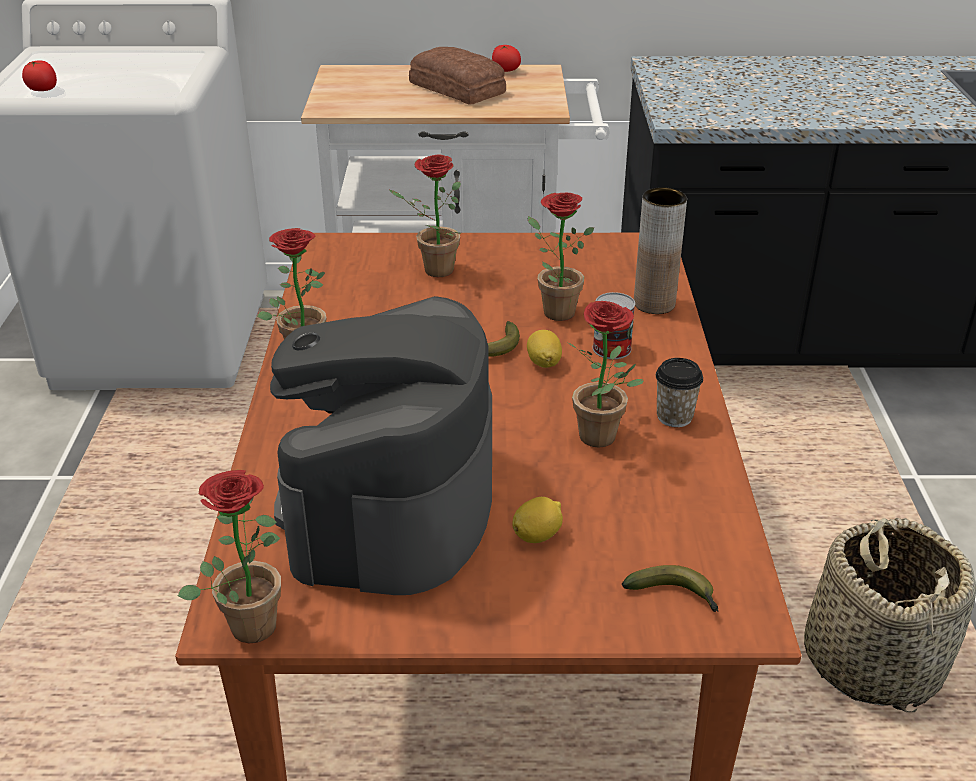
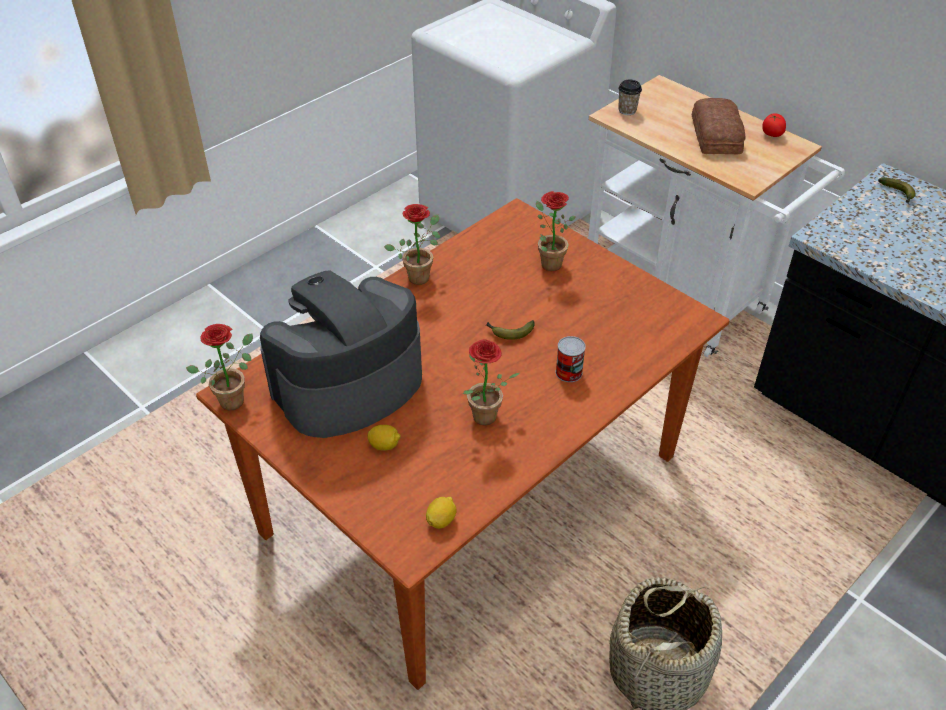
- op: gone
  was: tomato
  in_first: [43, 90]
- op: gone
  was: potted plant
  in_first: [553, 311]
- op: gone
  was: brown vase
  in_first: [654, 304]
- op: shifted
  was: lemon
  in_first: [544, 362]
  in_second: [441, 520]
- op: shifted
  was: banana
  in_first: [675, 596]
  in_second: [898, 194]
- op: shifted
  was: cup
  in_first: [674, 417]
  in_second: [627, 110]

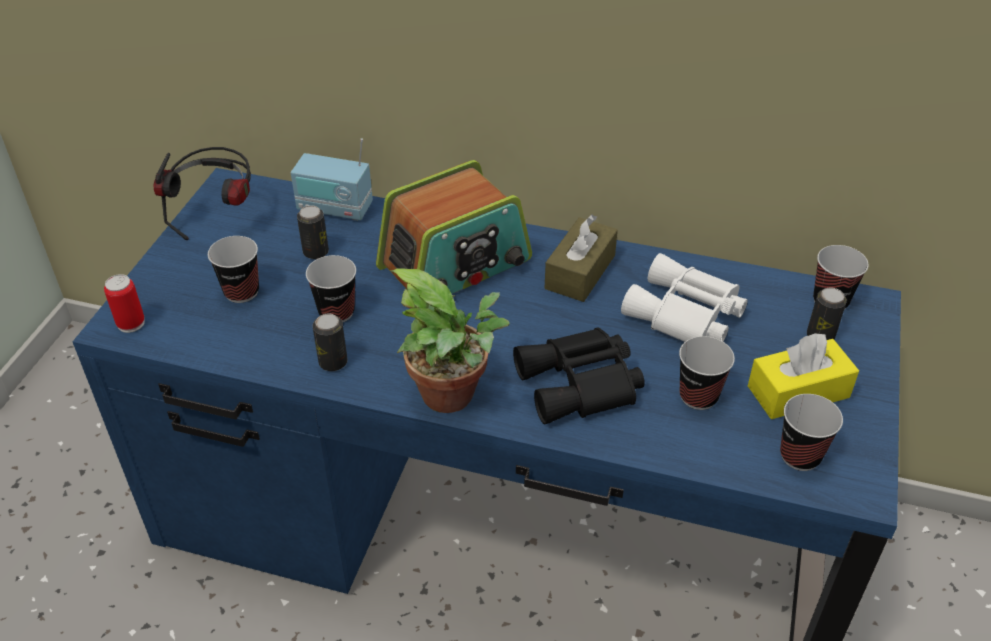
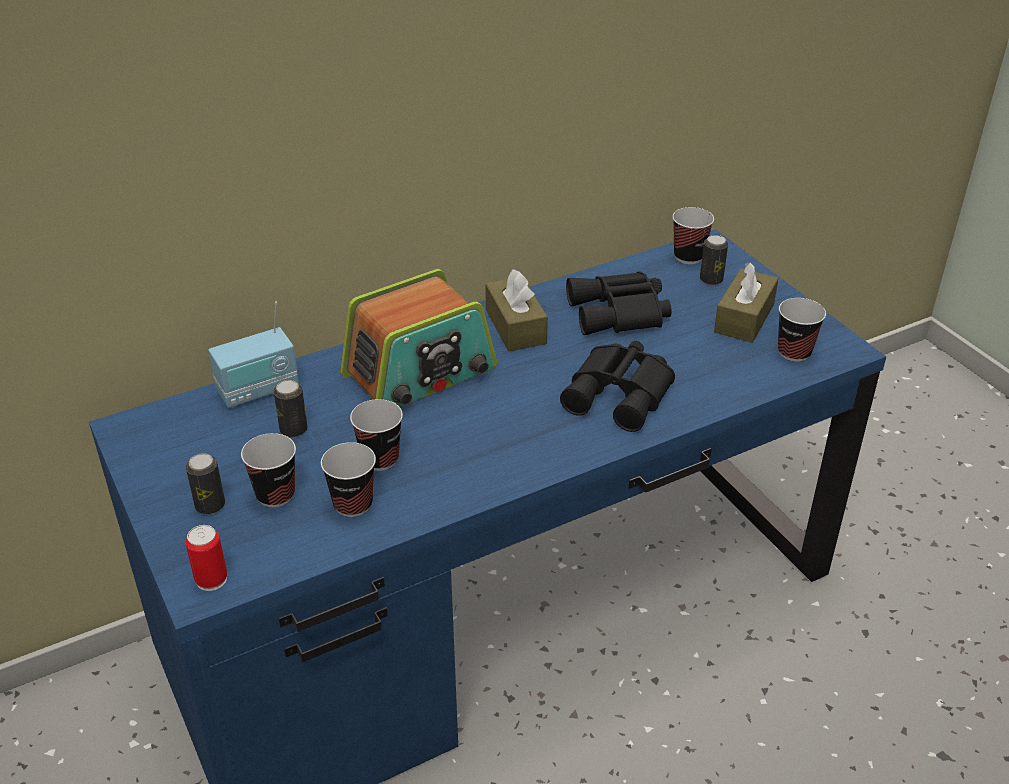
- op: gone
  was: headphones
  in_first: [217, 217]
- op: gone
  was: potted plant
  in_first: [454, 397]
- op: shifted
  was: can
  in_first: [333, 362]
  in_second: [210, 505]
- op: shifted
  was: cup
  in_first: [698, 396]
  in_second: [353, 504]
- op: repainted
  was: white binoculars
  now: black binoculars
  in_first: [685, 315]
  in_second: [620, 314]
- op: repainted
  was: yellow tissue box
  now: brown tissue box
  in_first: [798, 392]
  in_second: [744, 318]
- op: rotated
  was: radio
  in_first: [455, 264]
  in_second: [420, 373]
  clockwise: 45

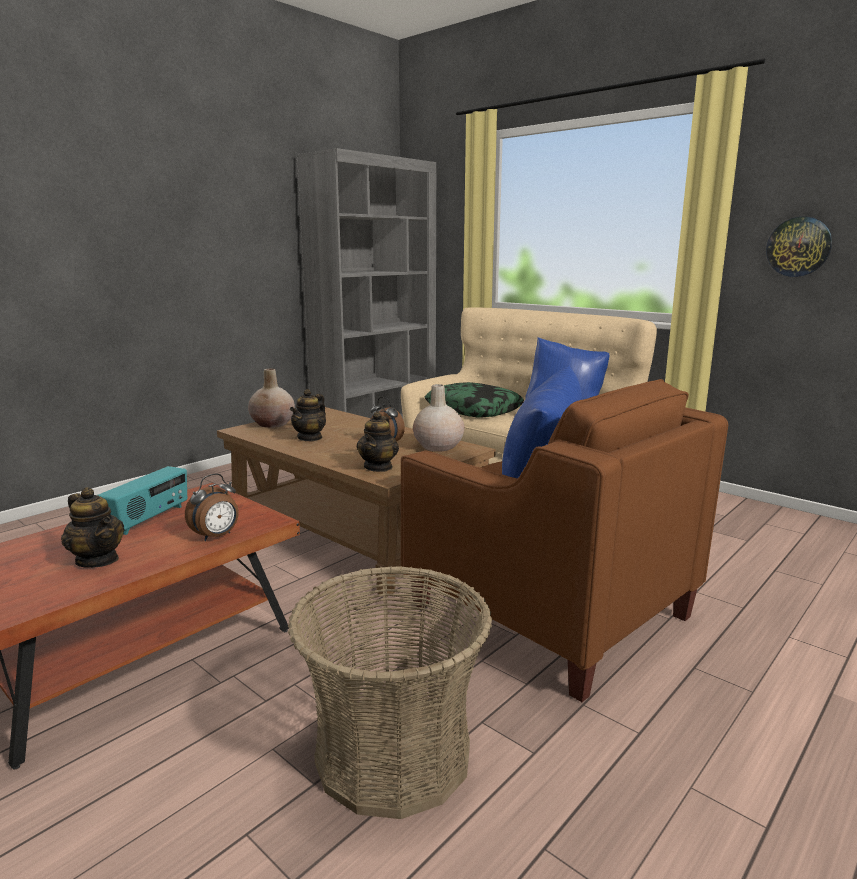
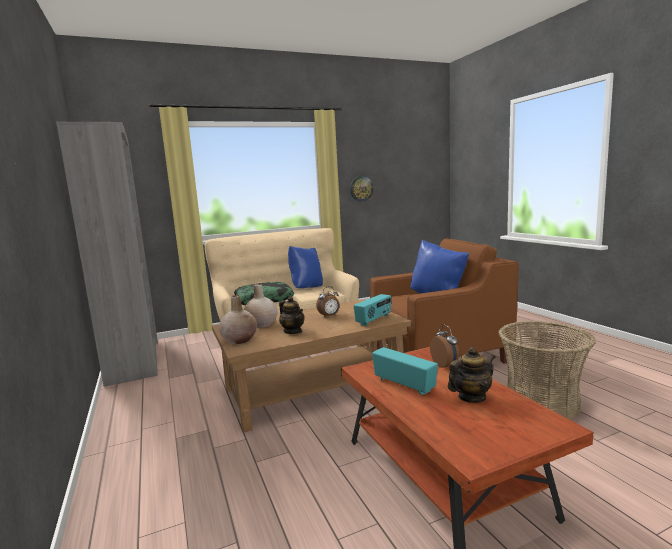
- op: shifted
  was: beige vase
  in_first: [438, 447]
  in_second: [261, 324]
- op: swapped
  was: teapot
  now: radio
  in_first: [378, 467]
  in_second: [374, 320]

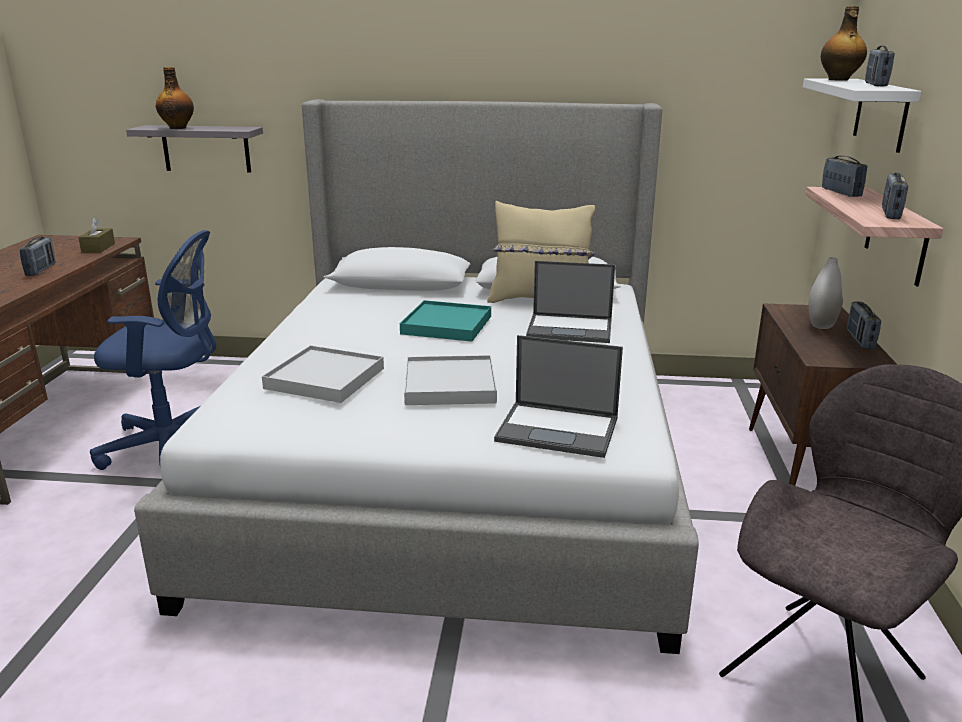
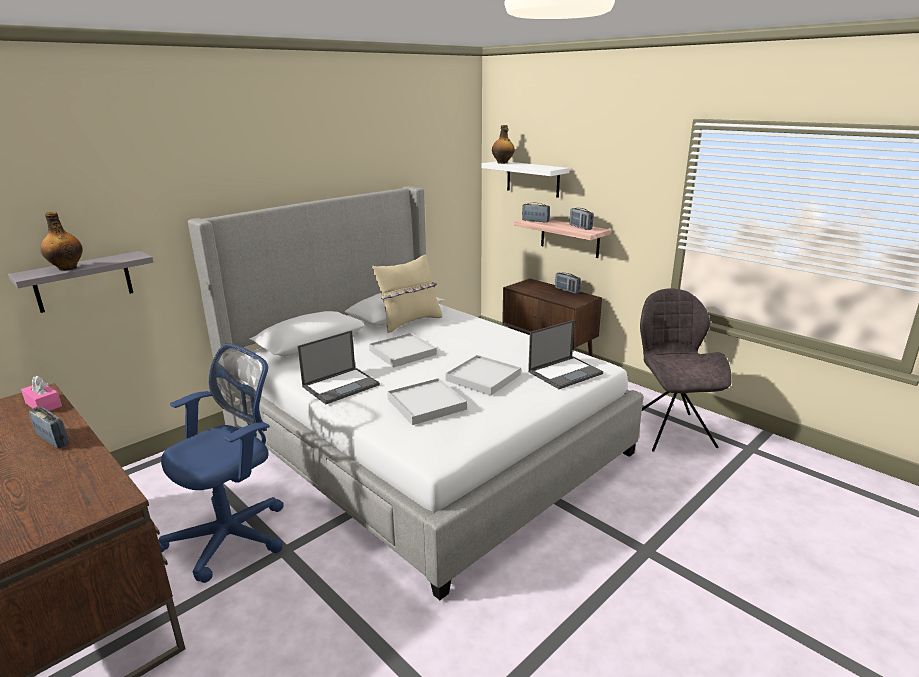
- op: gone
  was: white vase
  in_first: [821, 324]
- op: gone
  was: radio
  in_first: [875, 85]
- op: shifted
  was: laptop
  in_first: [571, 329]
  in_second: [341, 385]
- op: repainted
  was: brown tissue box
  now: pink tissue box
  in_first: [98, 248]
  in_second: [43, 404]
- op: repainted
  was: turquoise tray
  now: white tray
  in_first: [446, 325]
  in_second: [402, 352]

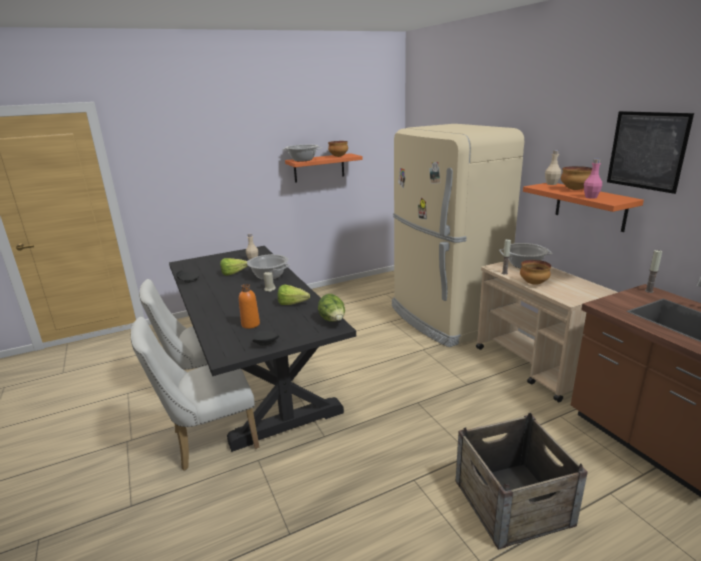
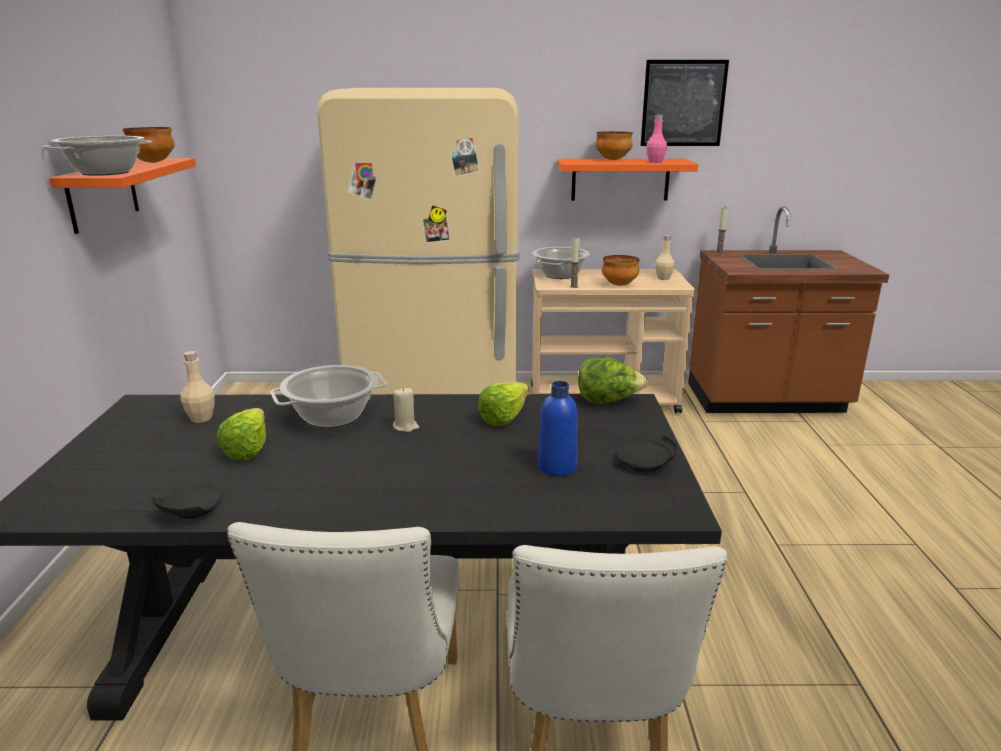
- op: gone
  was: crate
  in_first: [513, 502]
- op: shifted
  was: beige bottle
  in_first: [551, 184]
  in_second: [663, 278]
- op: repainted
  was: orange bottle
  now: blue bottle
  in_first: [250, 324]
  in_second: [557, 467]

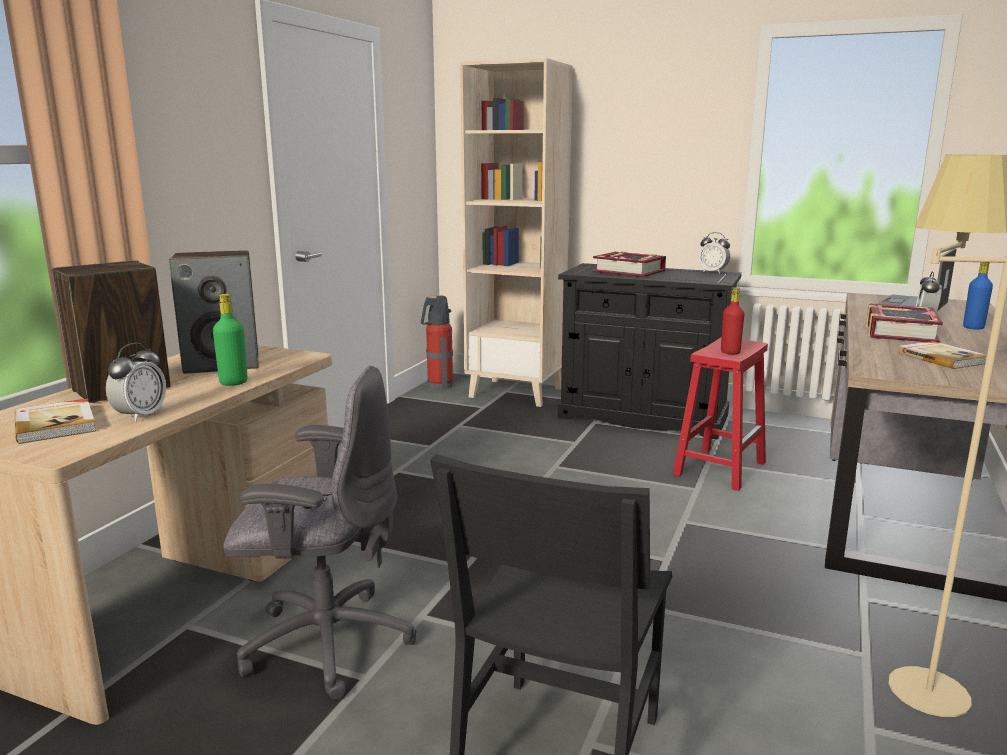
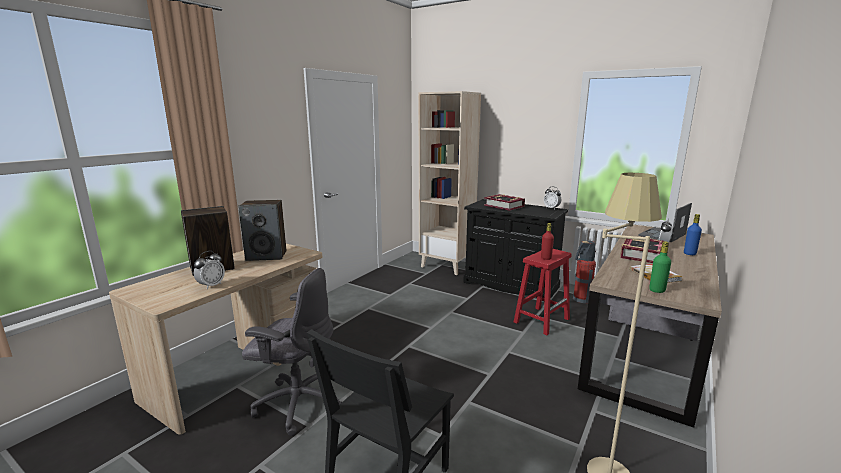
- op: gone
  was: book
  in_first: [57, 424]
- op: shifted
  was: green bottle
  in_first: [233, 383]
  in_second: [657, 290]
- op: shifted
  was: fire extinguisher
  in_first: [438, 386]
  in_second: [581, 299]

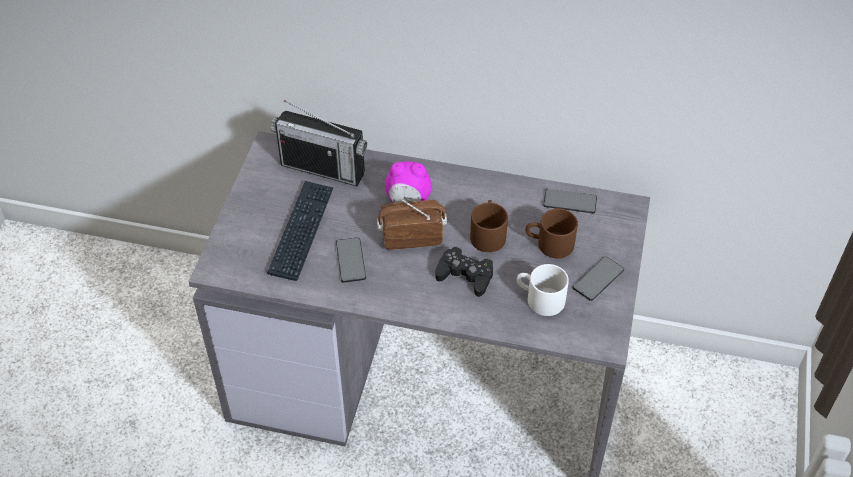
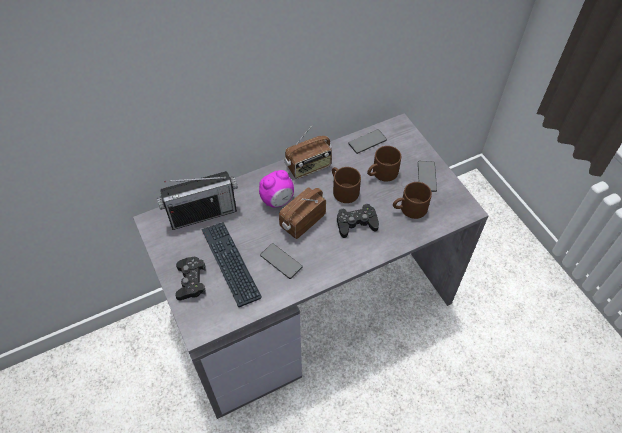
- op: new
  now: black game controller
  in_second: [191, 281]
- op: new
  now: radio
  in_second: [309, 167]
- op: repainted
  was: white mug
  now: brown mug
  in_first: [539, 299]
  in_second: [409, 209]

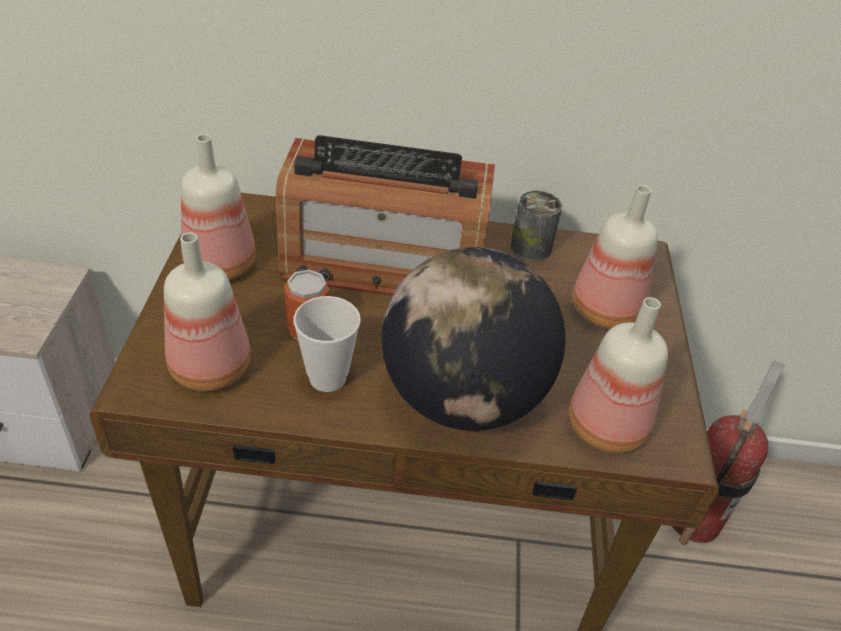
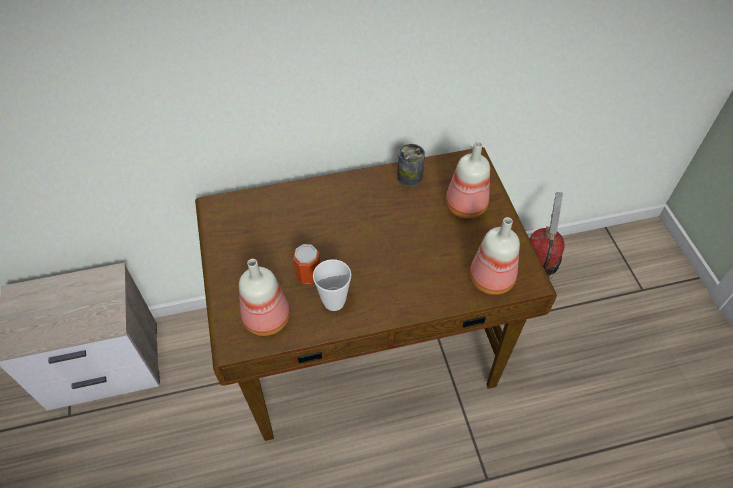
- op: gone
  was: bottle
  in_first: [223, 264]
- op: gone
  was: radio
  in_first: [382, 263]
- op: gone
  was: globe
  in_first: [462, 397]

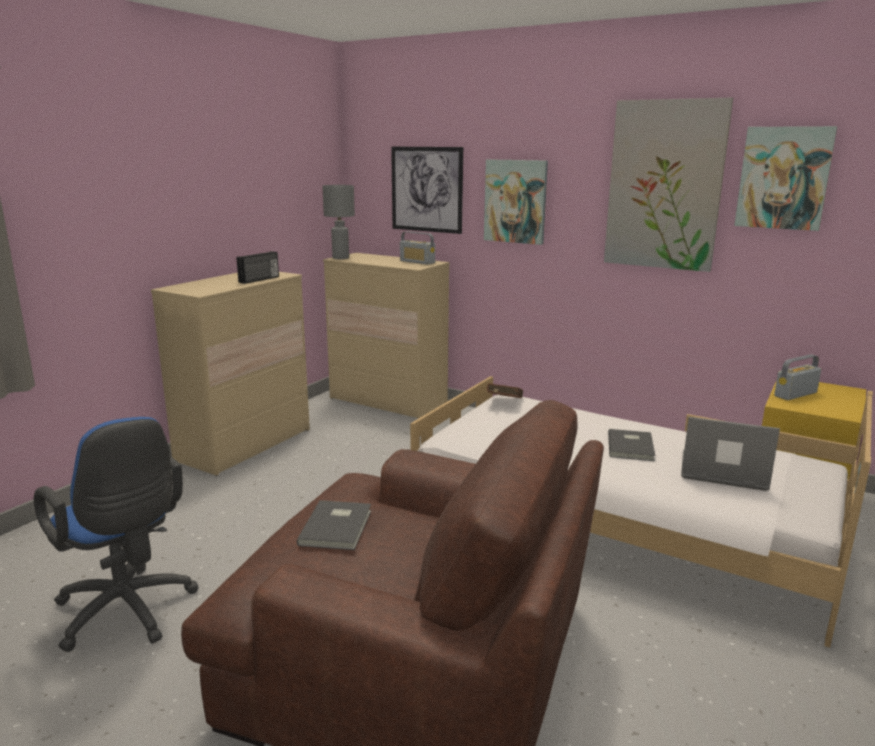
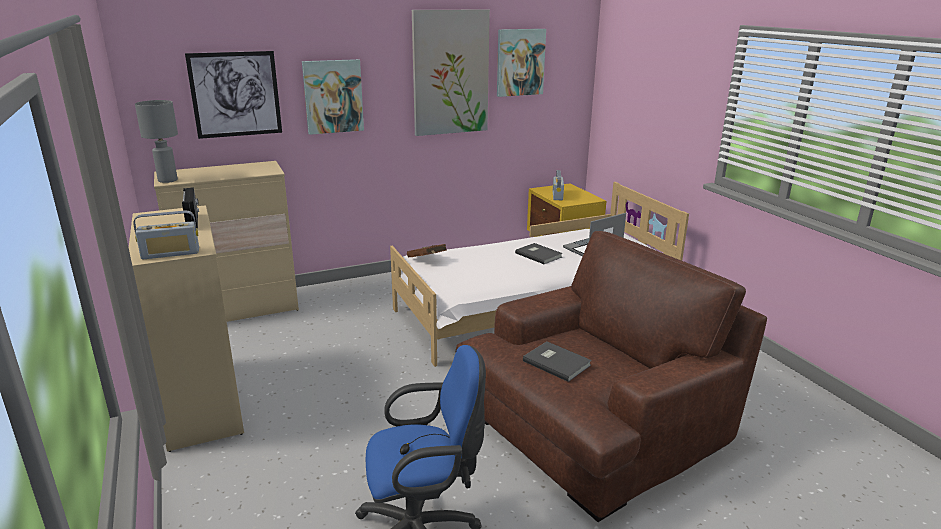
- op: shifted
  was: radio
  in_first: [417, 262]
  in_second: [171, 253]

